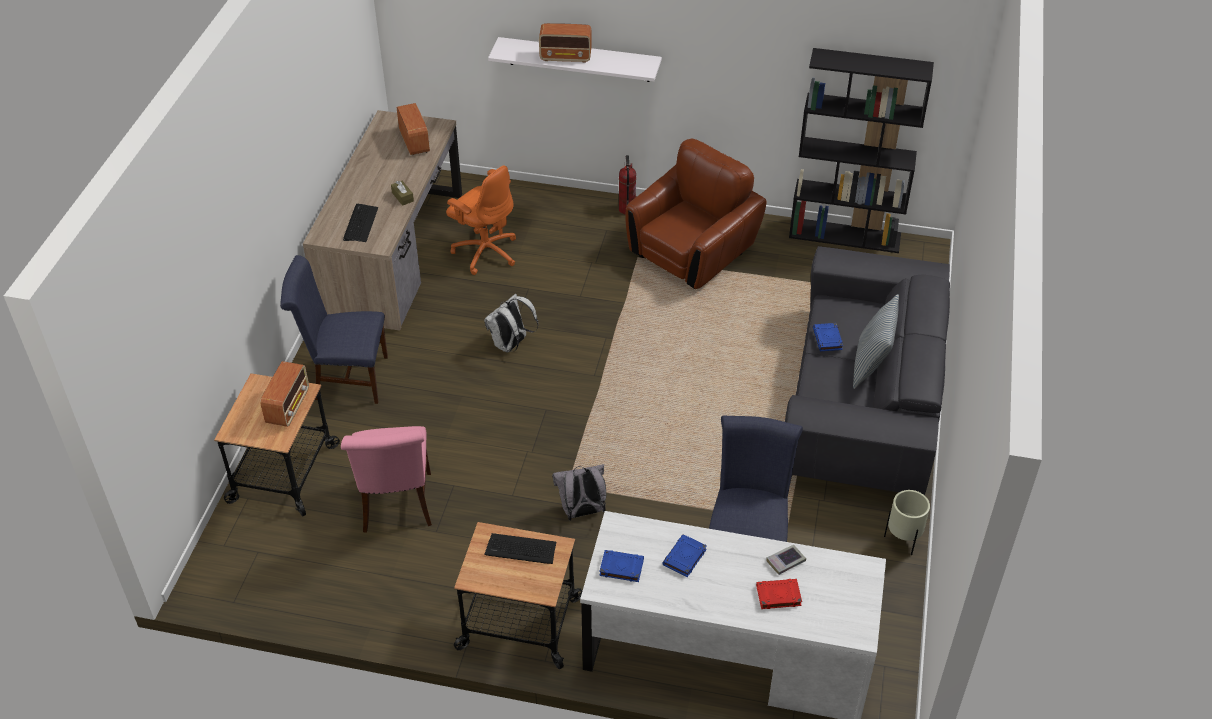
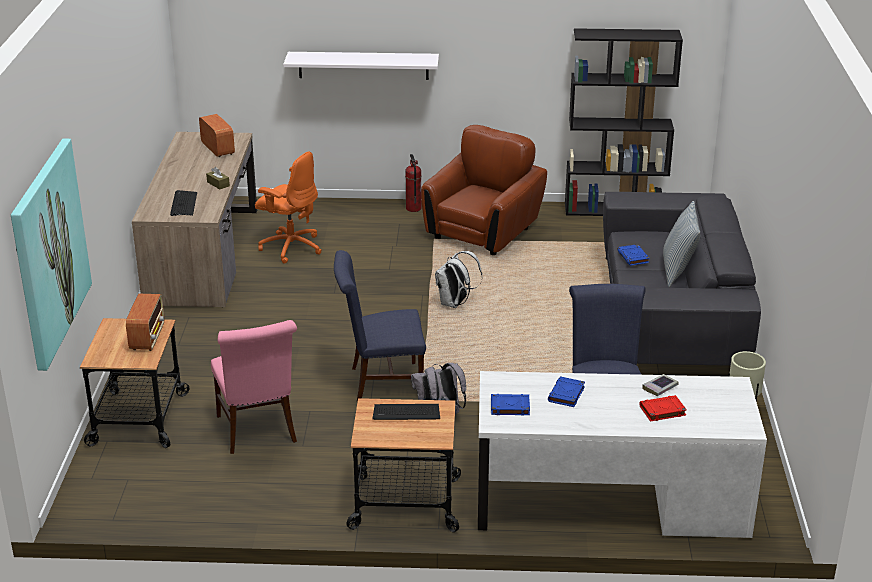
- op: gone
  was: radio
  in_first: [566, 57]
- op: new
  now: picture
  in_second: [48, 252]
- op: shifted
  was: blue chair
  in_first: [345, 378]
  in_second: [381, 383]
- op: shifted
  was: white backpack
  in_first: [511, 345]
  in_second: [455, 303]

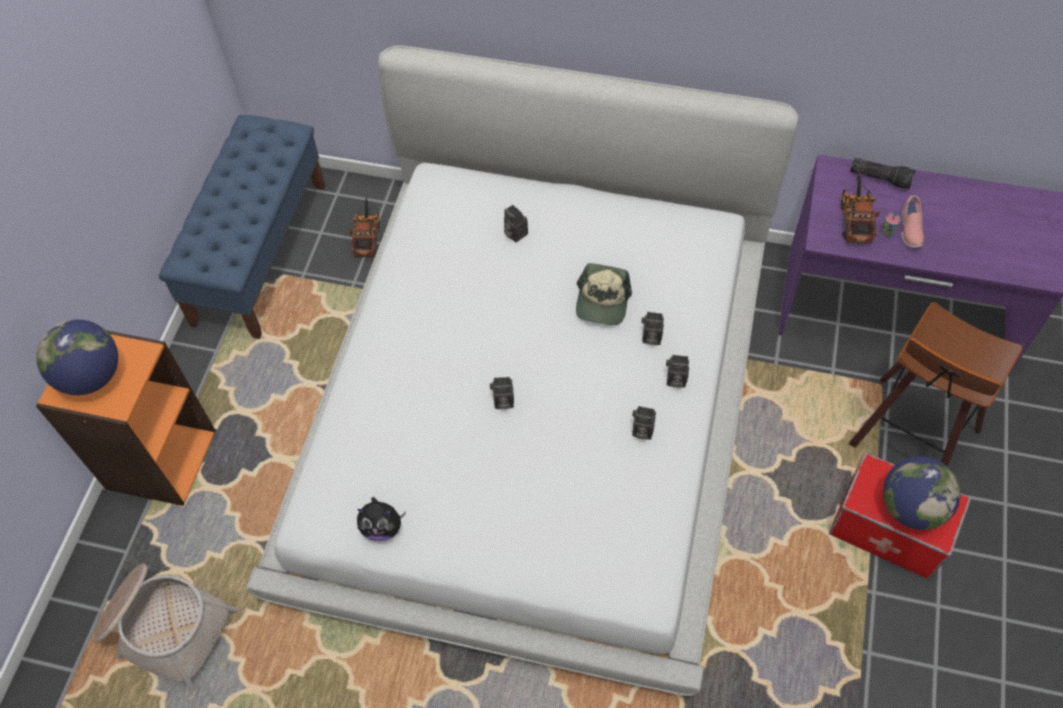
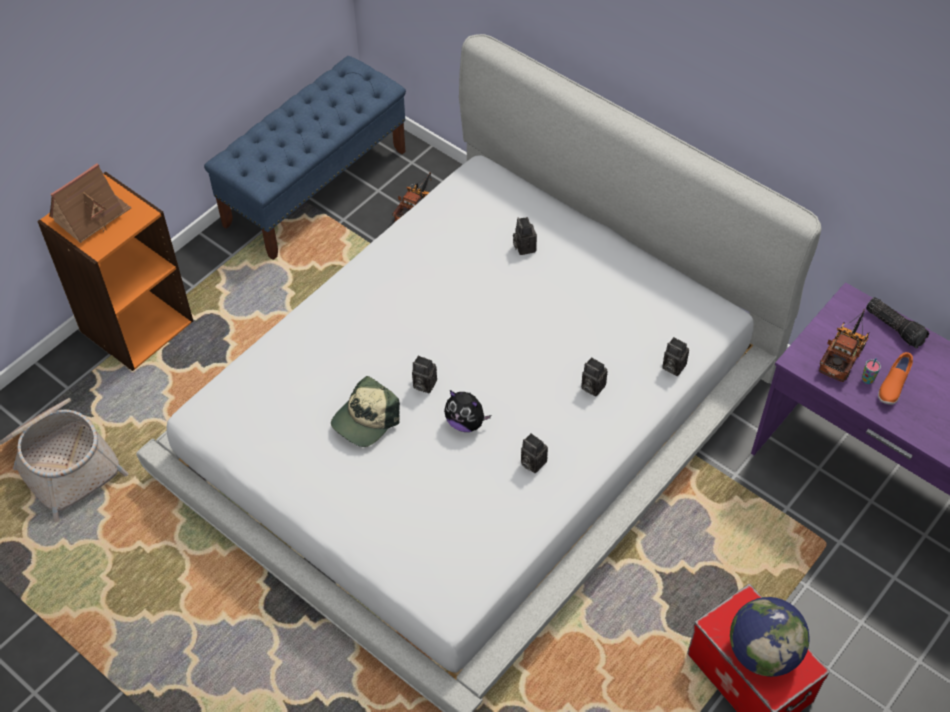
- op: gone
  was: stool
  in_first: [910, 439]
- op: shifted
  was: plush toy
  in_first: [382, 527]
  in_second: [466, 423]
- op: shifted
  was: cap
  in_first: [602, 302]
  in_second: [365, 420]
- op: shifted
  was: photo camera
  in_first: [675, 380]
  in_second: [672, 366]
- op: swapped
  was: globe
  now: toy house
  in_first: [91, 376]
  in_second: [91, 216]
- op: repainted
  was: pink shoe
  now: orange shoe
  in_first: [909, 230]
  in_second: [892, 386]

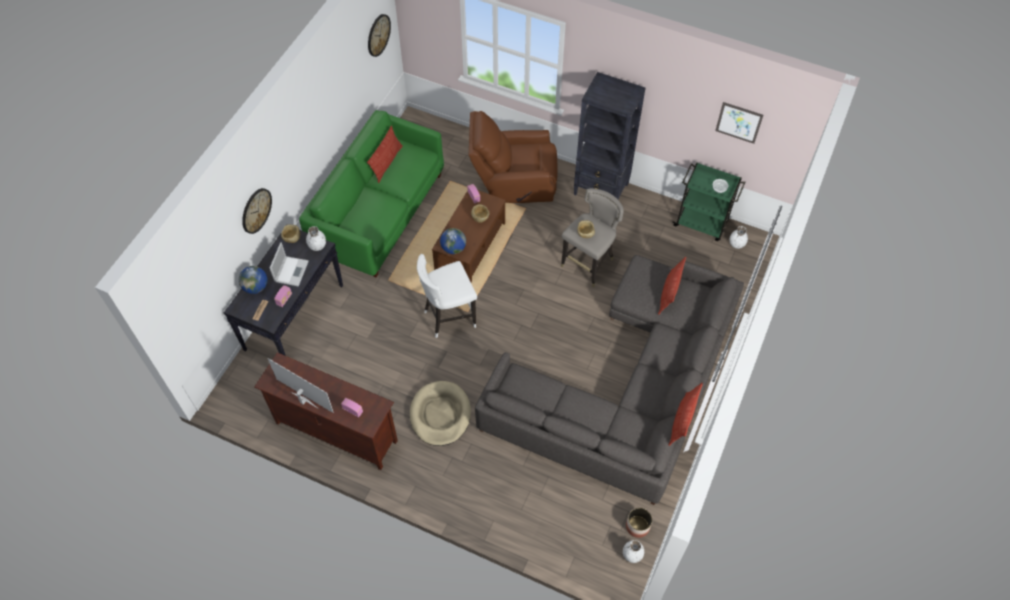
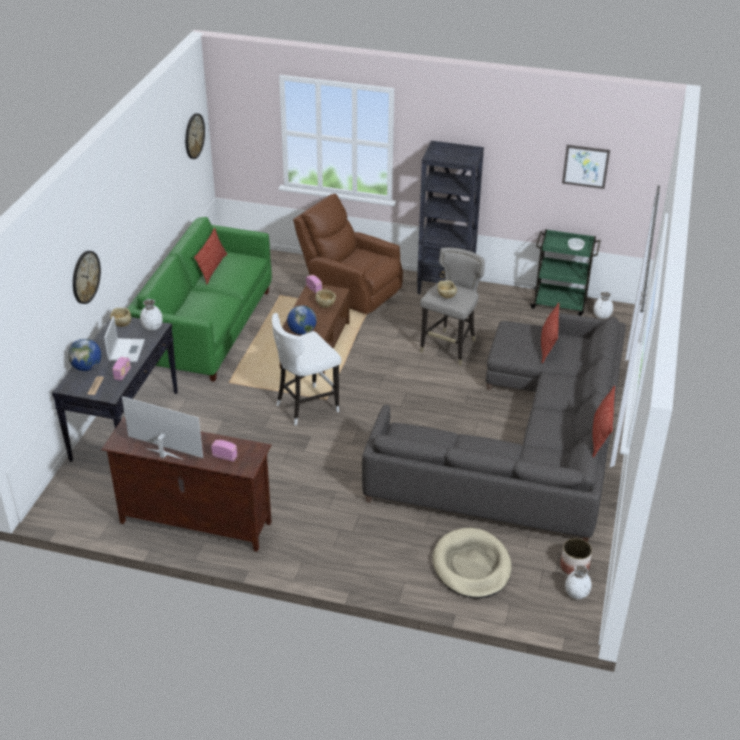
- op: shifted
  was: beige dog bed
  in_first: [440, 415]
  in_second: [471, 566]
- op: rotated
  was: brown armchair
  in_first: [513, 182]
  in_second: [350, 290]
  clockwise: 45

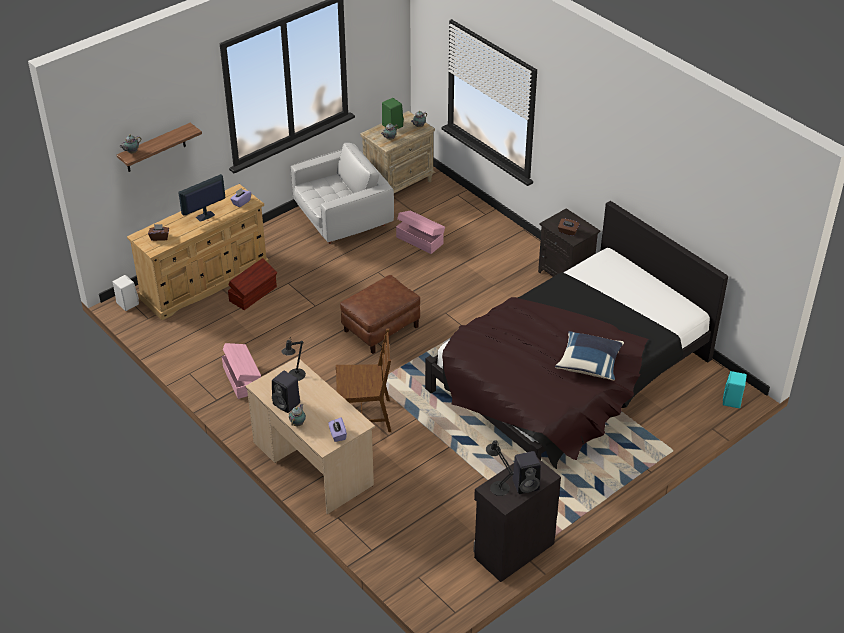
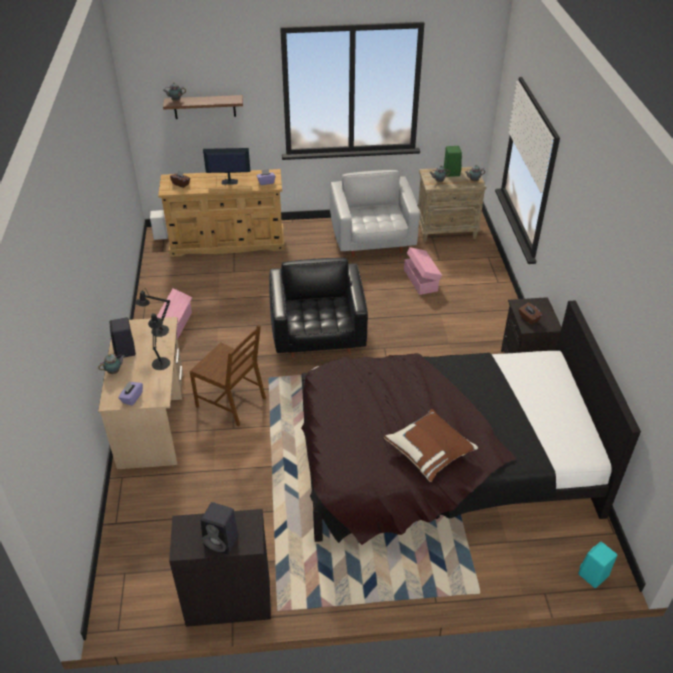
- op: gone
  was: brown storage box
  in_first: [254, 294]
- op: shifted
  was: black table lamp
  in_first: [497, 486]
  in_second: [161, 361]
- op: swapped
  was: brown ottoman
  now: black armchair
  in_first: [381, 328]
  in_second: [318, 336]
- op: repainted
  was: blue pillow
  now: brown pillow
  in_first: [589, 364]
  in_second: [430, 452]
- op: rotated
  was: white armchair
  in_first: [342, 221]
  in_second: [373, 240]
  clockwise: -105

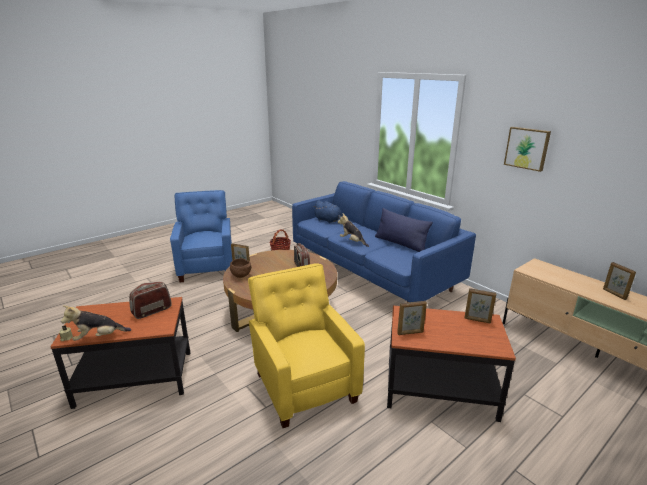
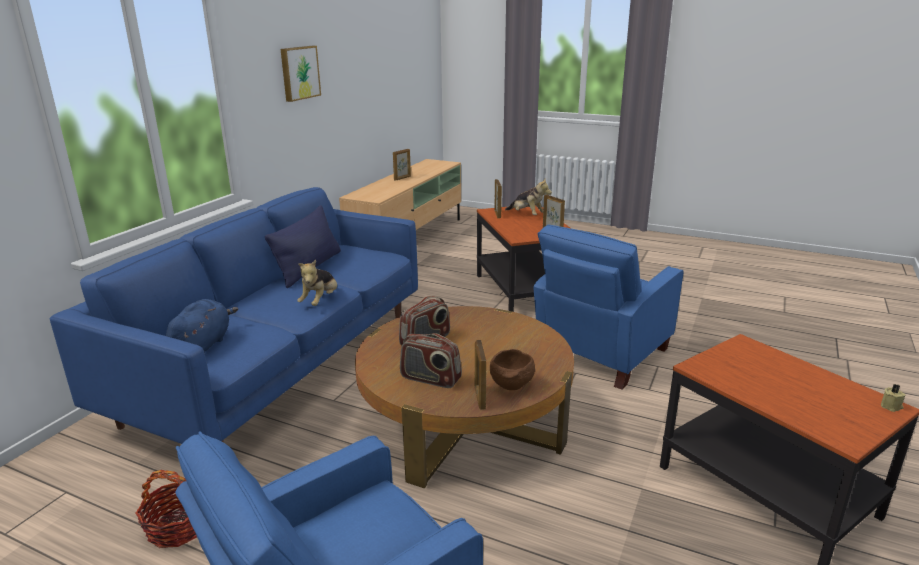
- op: shifted
  was: plush toy
  in_first: [99, 337]
  in_second: [527, 215]
- op: shifted
  was: radio
  in_first: [152, 311]
  in_second: [430, 379]
- op: repainted
  was: yellow armchair
  now: blue armchair
  in_first: [304, 384]
  in_second: [599, 354]

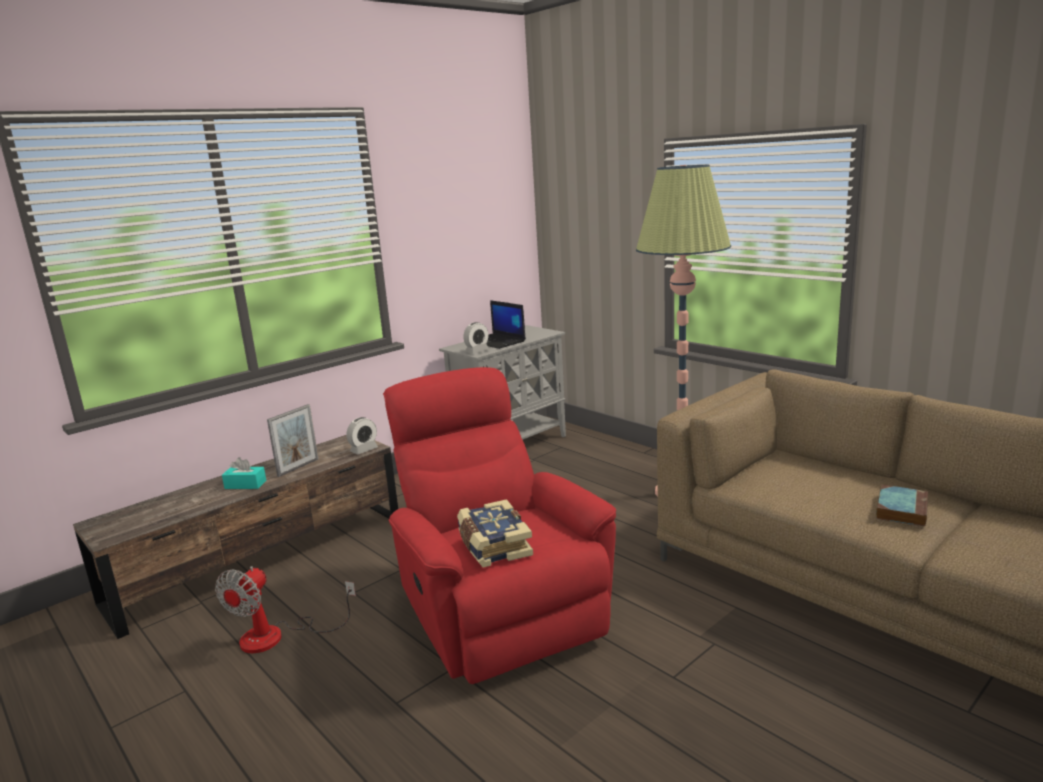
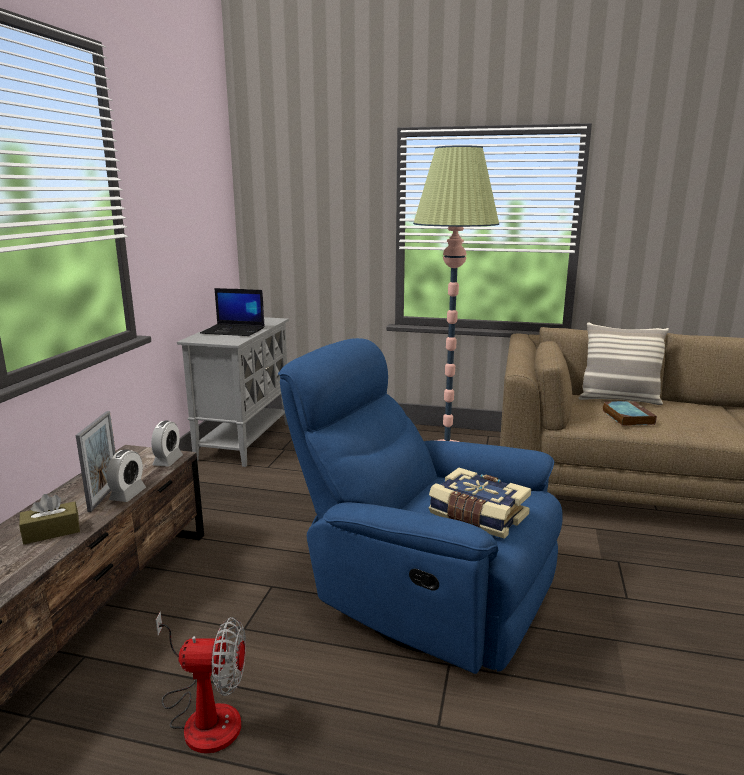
- op: new
  now: pillow
  in_second: [618, 400]
- op: shifted
  was: alarm clock
  in_first: [477, 351]
  in_second: [128, 494]
- op: shifted
  was: book
  in_first: [901, 509]
  in_second: [626, 417]
- op: repainted
  was: turquoise tissue box
  now: brown tissue box
  in_first: [245, 484]
  in_second: [51, 532]
- op: repainted
  was: red armchair
  now: blue armchair
  in_first: [498, 611]
  in_second: [423, 595]
- op: rotated
  was: fan
  in_first: [277, 636]
  in_second: [204, 714]
  clockwise: -75

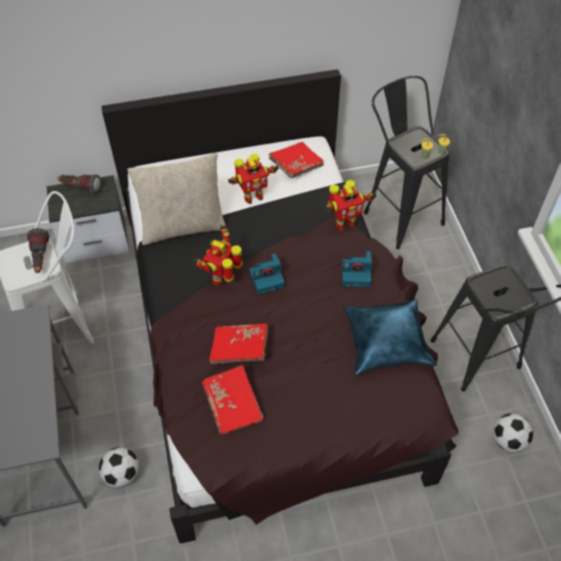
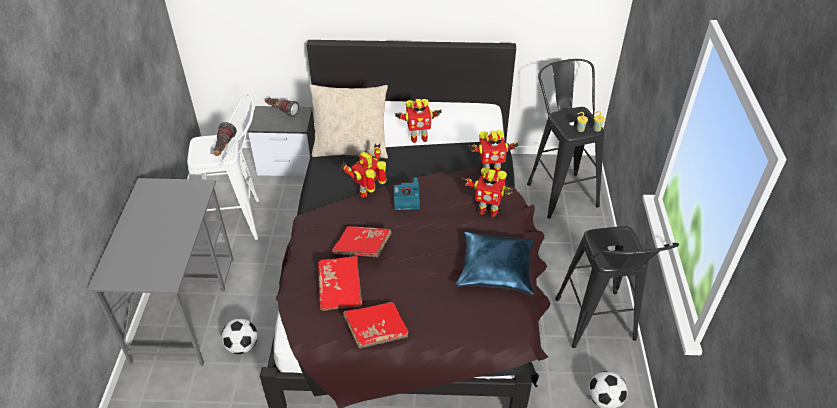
- op: shifted
  was: red book
  in_first: [296, 166]
  in_second: [376, 330]
- op: swapped
  was: photo camera
  now: toy robot
  in_first: [356, 273]
  in_second: [487, 210]

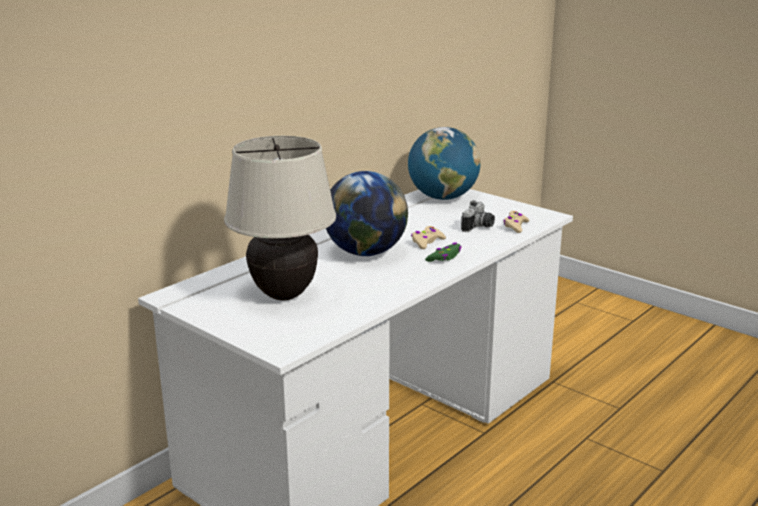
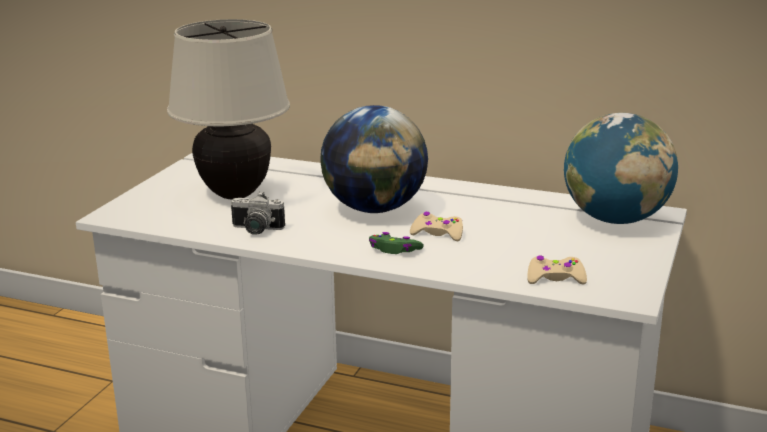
- op: shifted
  was: photo camera
  in_first: [479, 227]
  in_second: [255, 230]

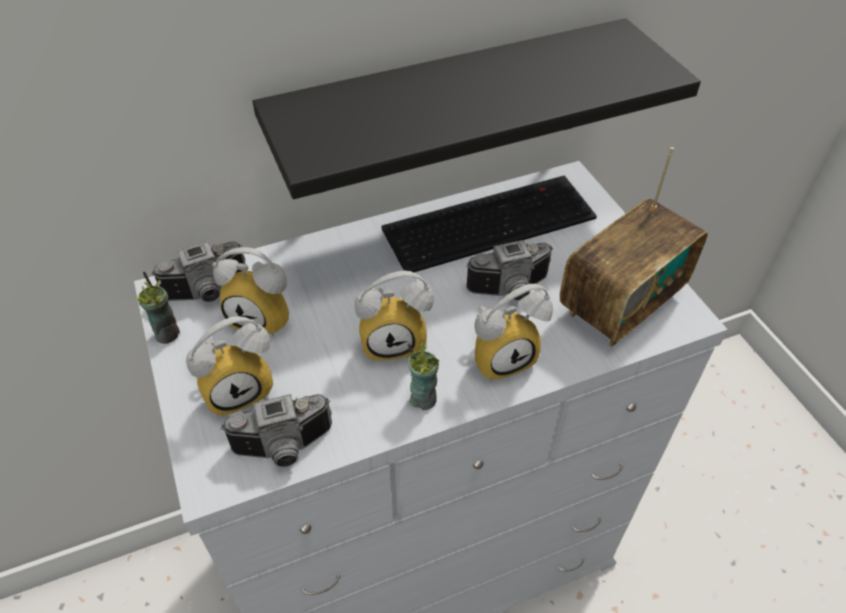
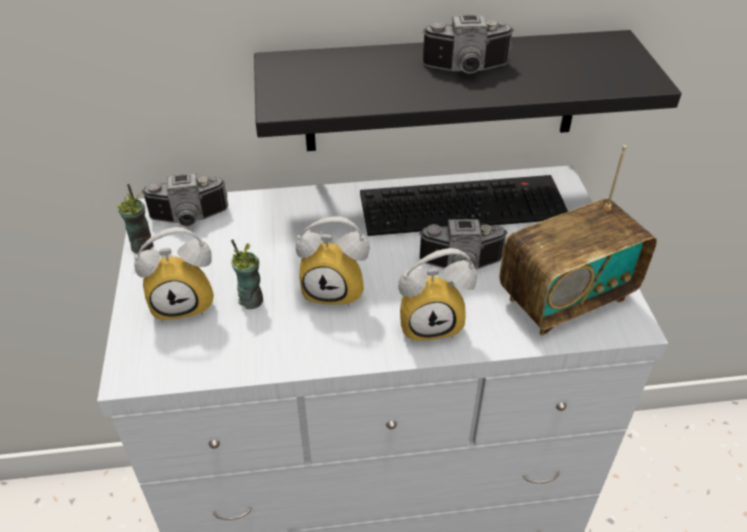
- op: gone
  was: alarm clock
  in_first: [265, 316]
- op: shifted
  was: photo camera
  in_first: [285, 449]
  in_second: [466, 70]
- op: shifted
  was: cup
  in_first: [423, 398]
  in_second: [251, 300]

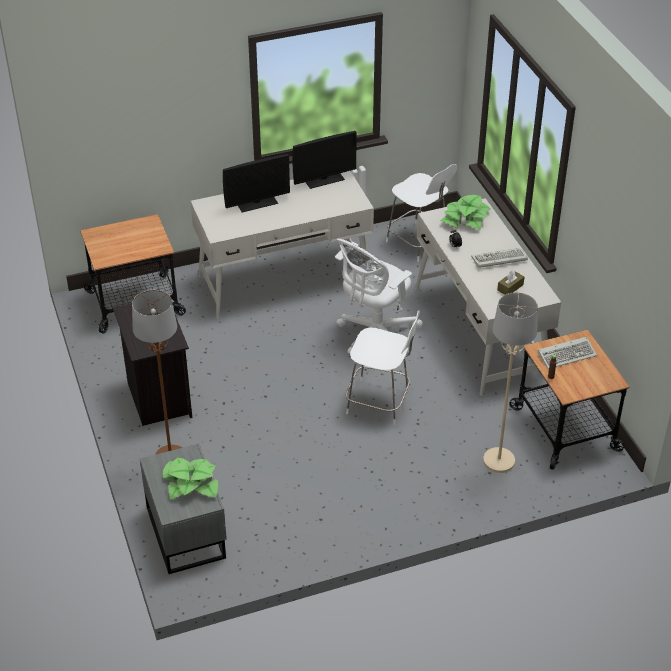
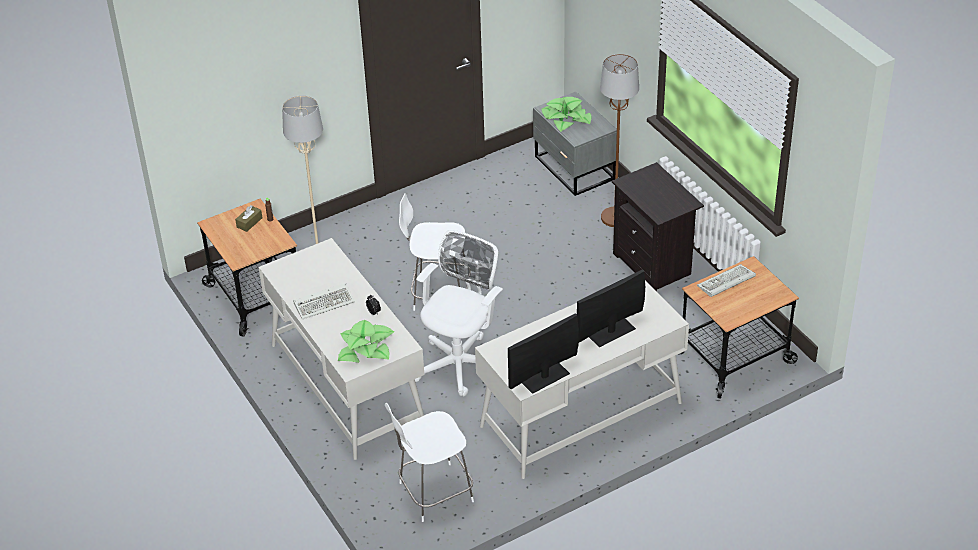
- op: shifted
  was: brown tissue box
  in_first: [510, 287]
  in_second: [249, 222]
- op: shifted
  was: keyboard
  in_first: [567, 354]
  in_second: [725, 283]
- op: rotated
  was: white chair
  in_first: [418, 243]
  in_second: [433, 493]
  clockwise: -60

